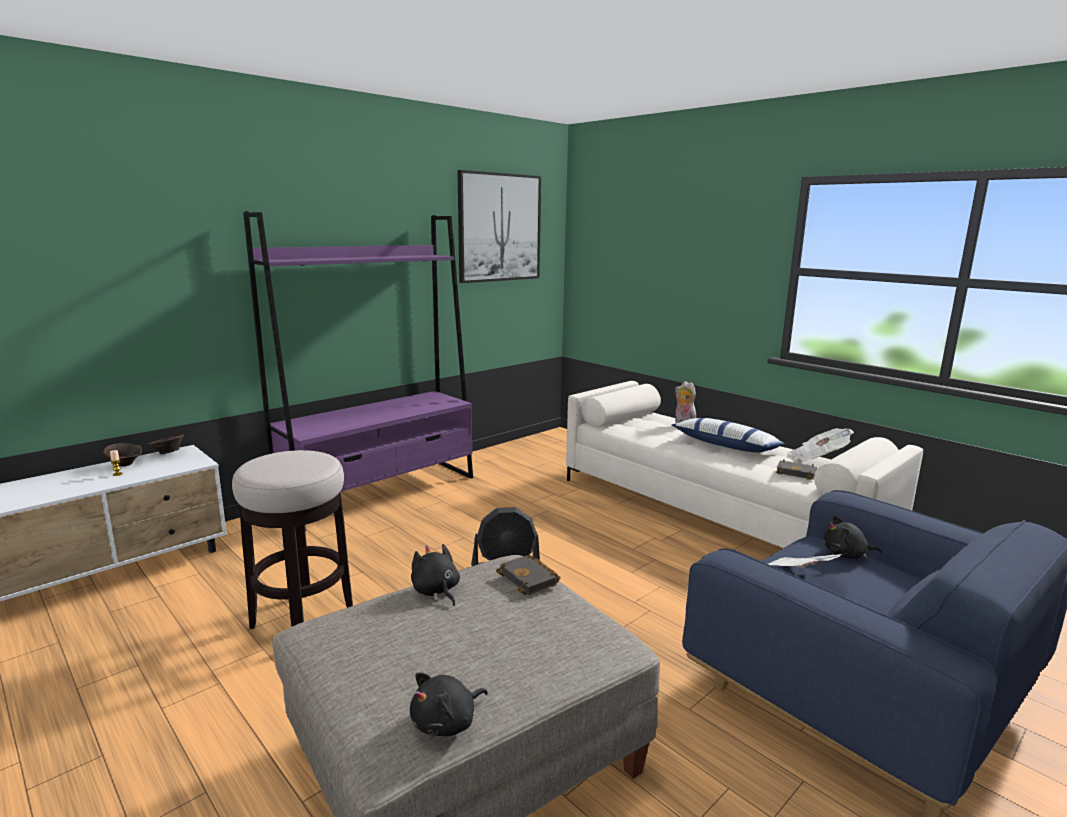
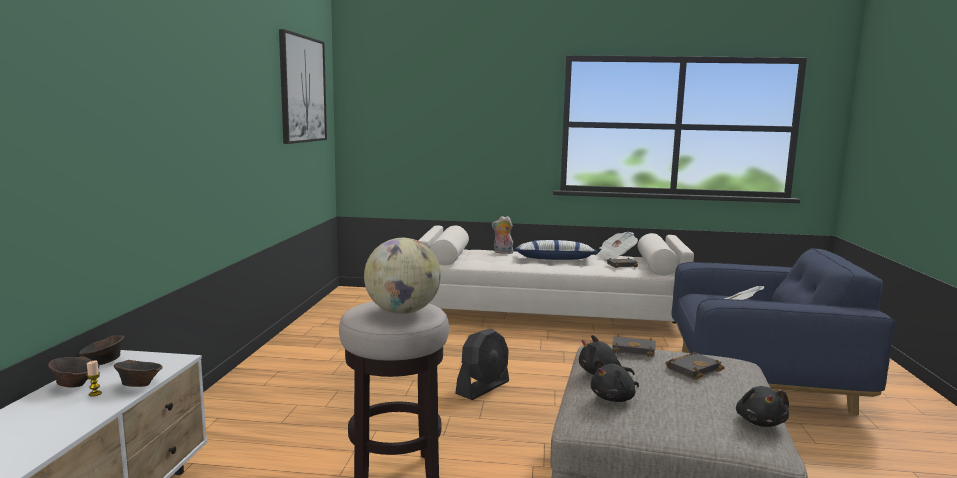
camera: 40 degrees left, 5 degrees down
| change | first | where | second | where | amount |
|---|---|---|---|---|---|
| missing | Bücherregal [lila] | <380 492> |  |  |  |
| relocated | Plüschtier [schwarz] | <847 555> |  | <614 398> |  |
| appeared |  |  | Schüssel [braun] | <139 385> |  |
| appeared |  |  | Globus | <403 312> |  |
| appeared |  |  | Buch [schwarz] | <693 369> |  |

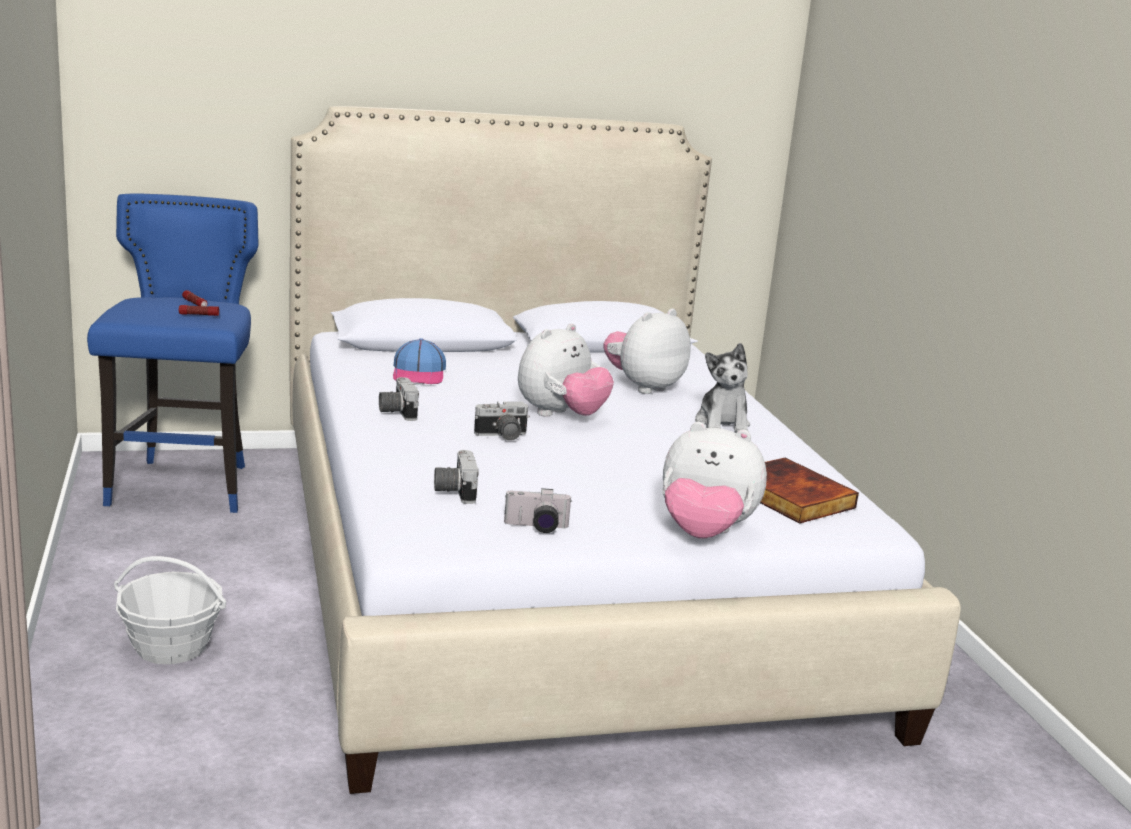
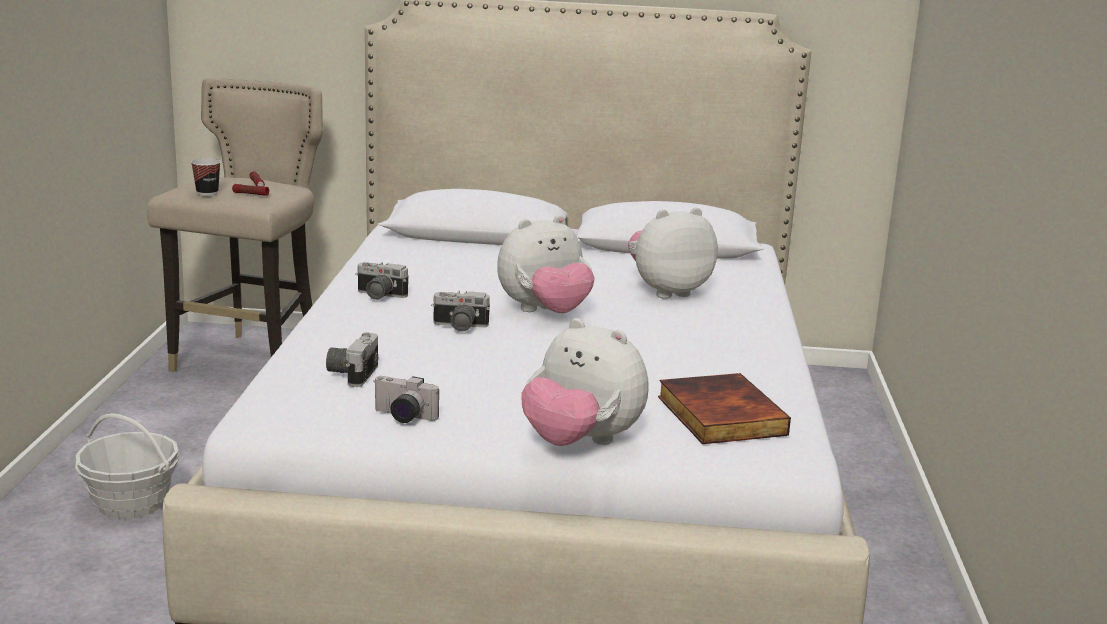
camera: 20 degrees right, 0 degrees up
| change | first | where | second | where | amount |
|---|---|---|---|---|---|
| colour | Hocker [blau] | <183 488> | Hocker [beige] | <251 362> |  |
| spun | Kamera | <396 412> |  | <378 296> | 75 degrees counterclockwise |
| missing | Kappe | <419 374> |  |  |  |
| missing | Plüschtier | <723 424> |  |  |  |
| appeared |  |  | Tasse | <207 193> |  |

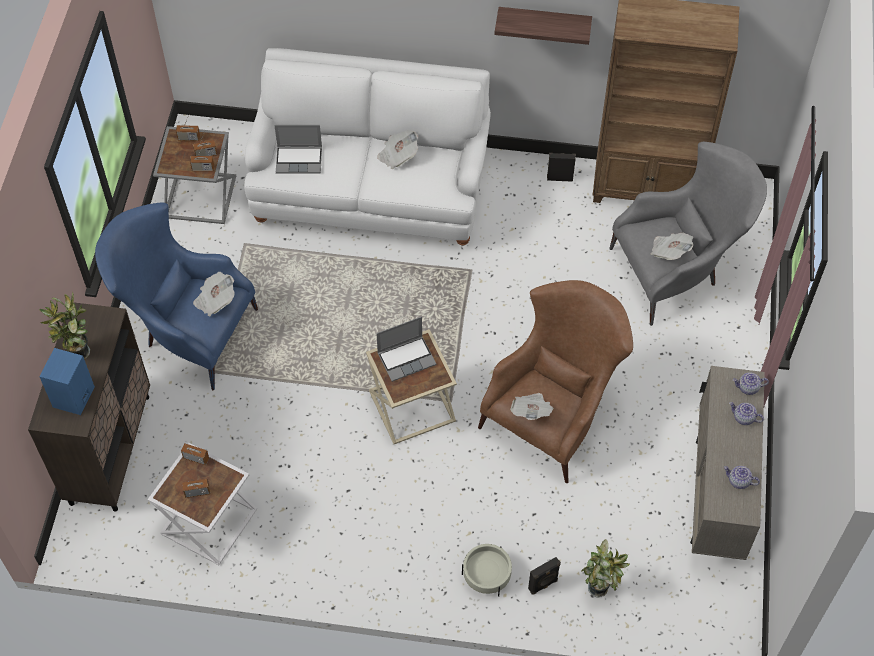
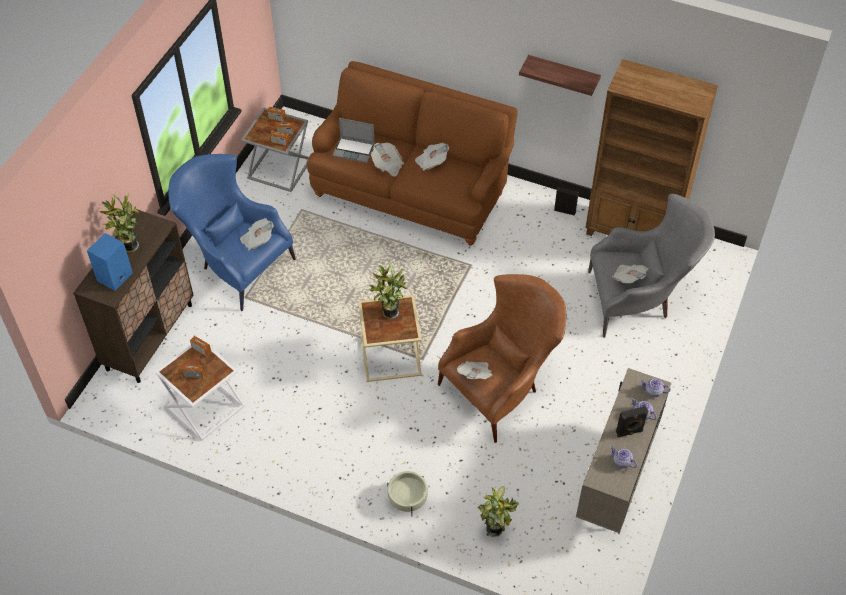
camera: 15 degrees right, 5 degrees down
| change | first | where | second | where | amount |
|---|---|---|---|---|---|
| colour | Sofa [weiß] | <371 190> | Sofa [braun] | <412 190> |  |
| exchanged | Laptop | <407 358> | Topfpflanze | <388 312> |  |
| relocated | Lautsprecher [schwarz] | <543 585> |  | <629 432> |  |
| appeared |  |  | Zeitung | <387 165> |  |

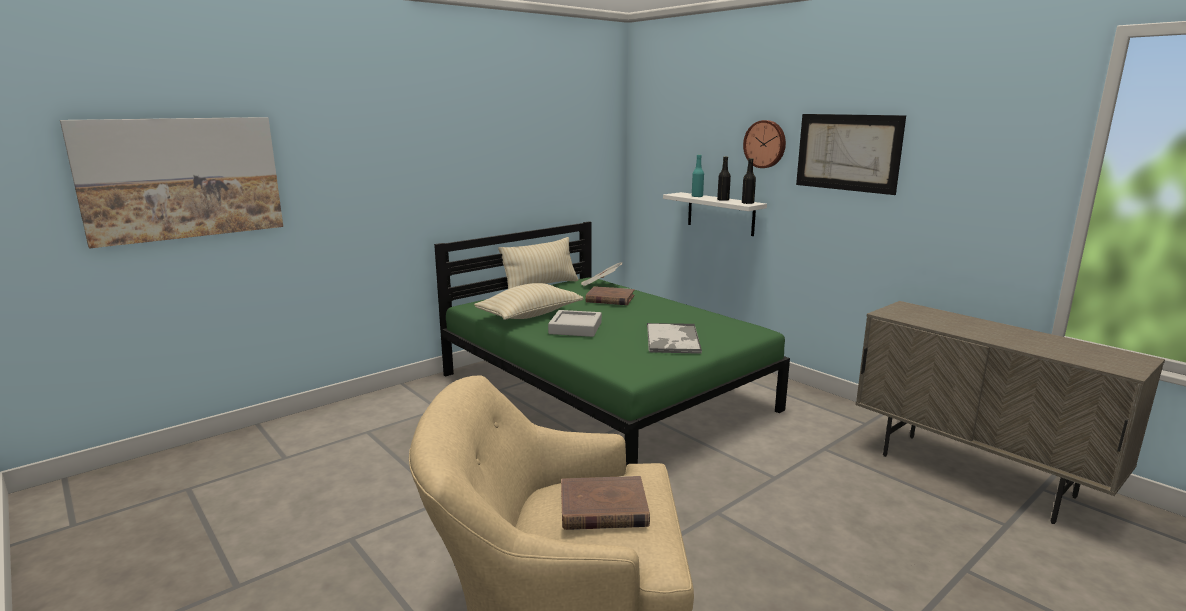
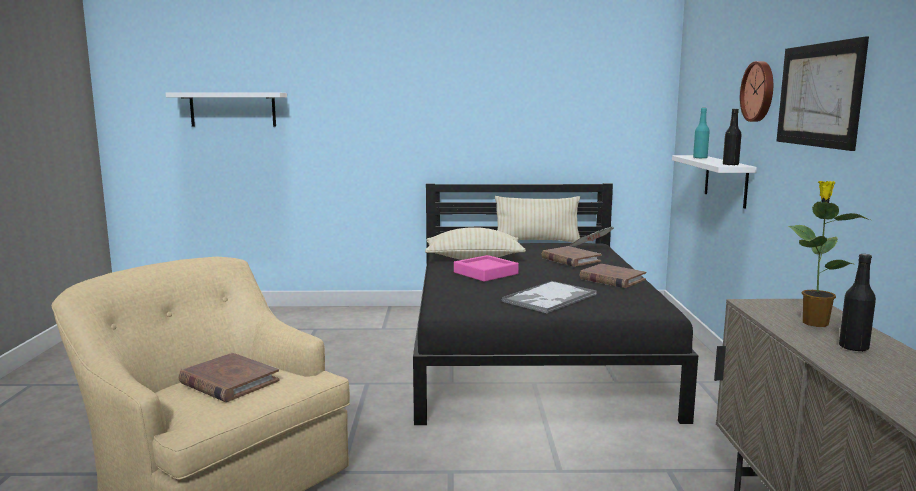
camera: 40 degrees right, 5 degrees down
| change | first | where | second | where | amount |
|---|---|---|---|---|---|
| exchanged | Bild | <182 178> | Wandregal [weiß] | <233 109> |  |
| colour | Bett [grün] | <604 391> | Bett [schwarz] | <531 353> |  |
| colour | Tablett [grau] | <575 328> | Tablett [rosa] | <485 273> |  |
| relocated | Flasche [schwarz] | <723 200> |  | <853 348> |  |
| appeared |  |  | Buch [braun] | <612 279> |  |
| appeared |  |  | Topfpflanze | <814 322> |  |

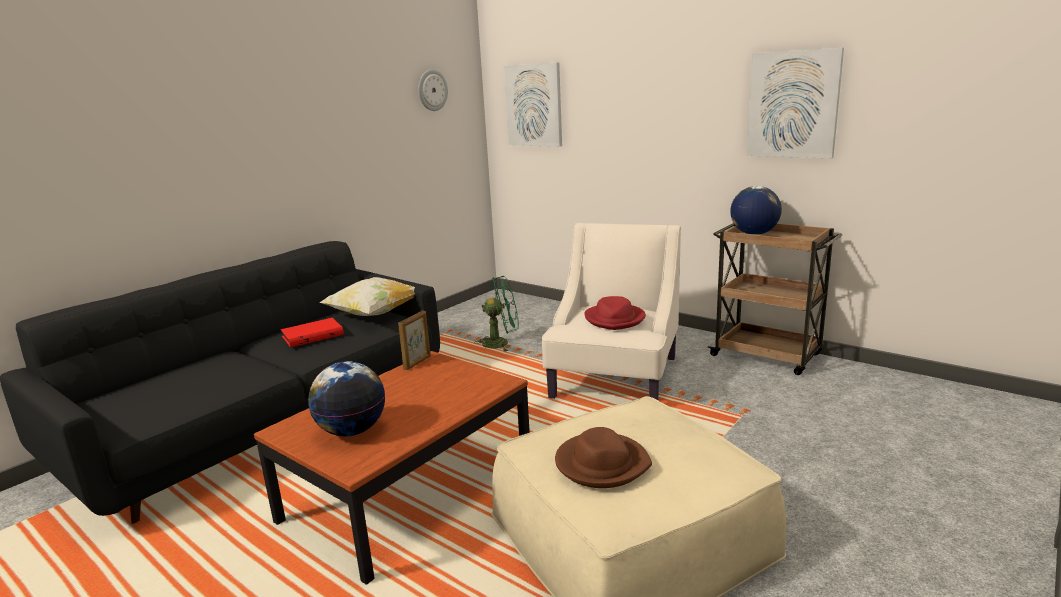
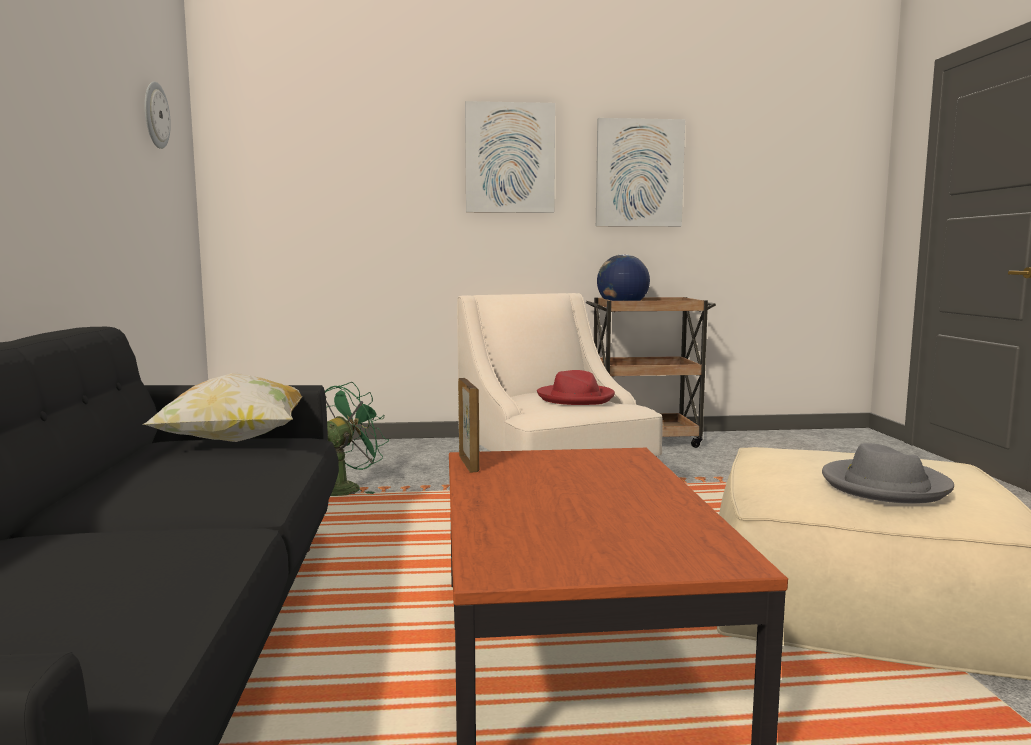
camera: 45 degrees left, 10 degrees down
| change | first | where | second | where | amount |
|---|---|---|---|---|---|
| missing | Buch [rot] | <312 335> |  |  |  |
| missing | Globus | <352 431> |  |  |  |
| relocated | Bild | <534 105> |  | <509 158> |  |
| colour | Hut [braun] | <601 463> | Hut [grau] | <884 486> |  |

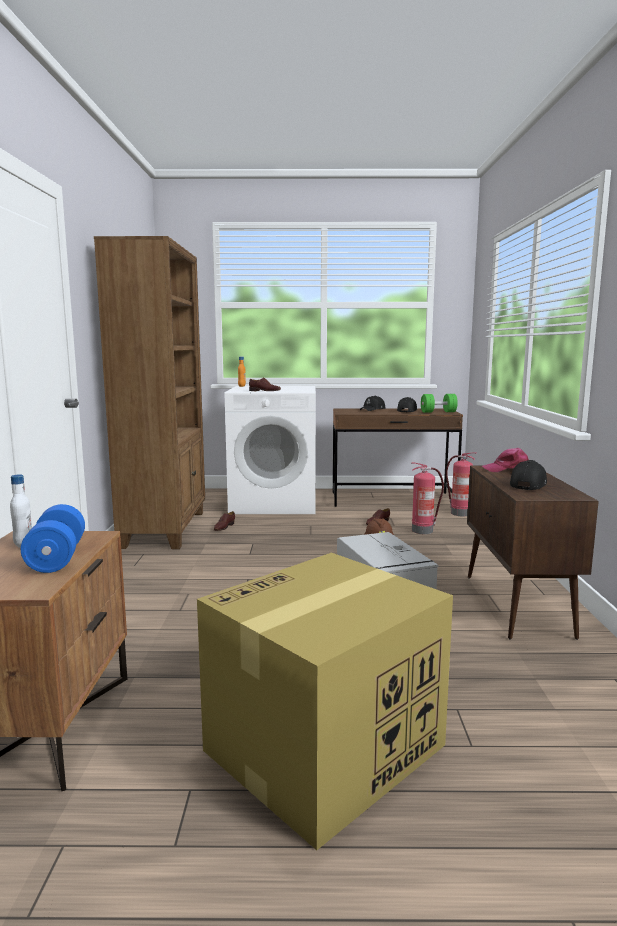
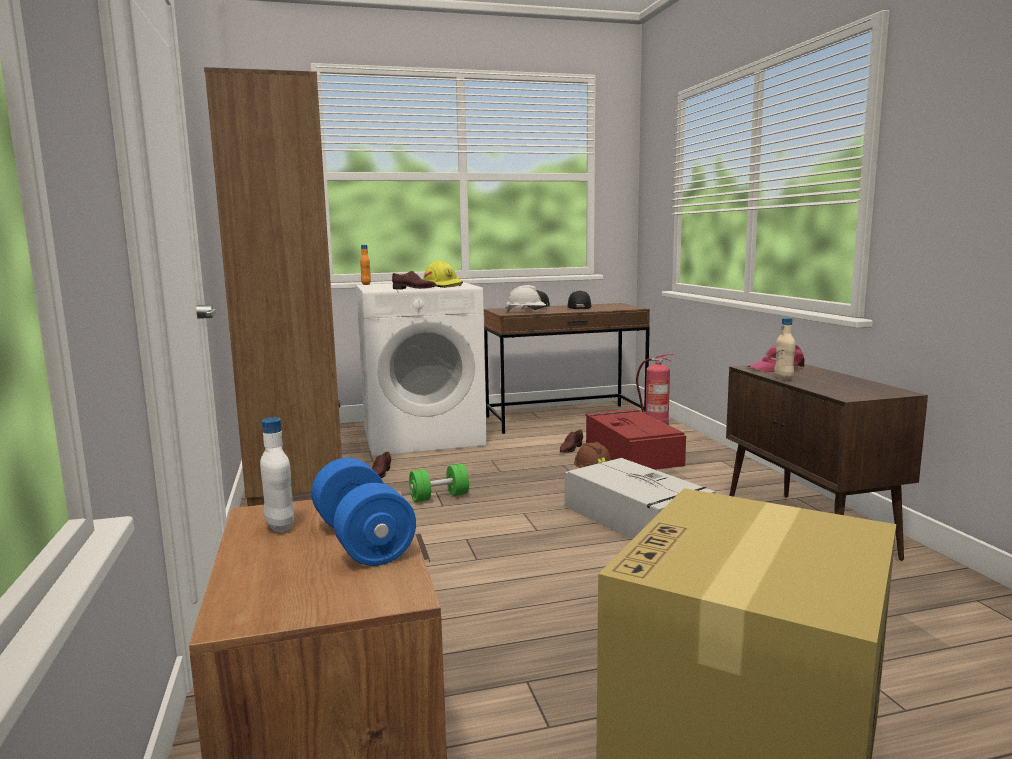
camera: 15 degrees left, 0 degrees up
| change | first | where | second | where | amount |
|---|---|---|---|---|---|
| exchanged | Feuerlöscher | <423 530> | Aufbewahrungsbox [rot] | <631 453> |  |
| relocated | Hantel [grün] | <438 412> |  | <439 497> |  |
| missing | Kappe [schwarz] | <527 484> |  |  |  |
| appeared |  |  | Schutzhelm [gelb] | <443 286> |  |
| appeared |  |  | Schutzhelm [weiß] | <526 312> |  |
| appeared |  |  | Flasche [beige] | <783 378> |  |

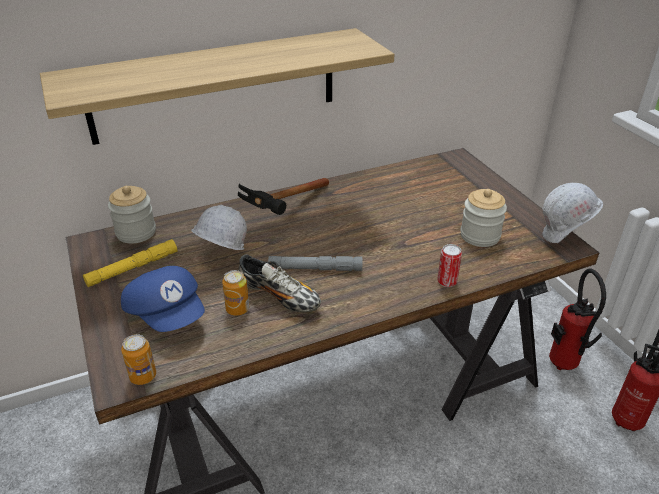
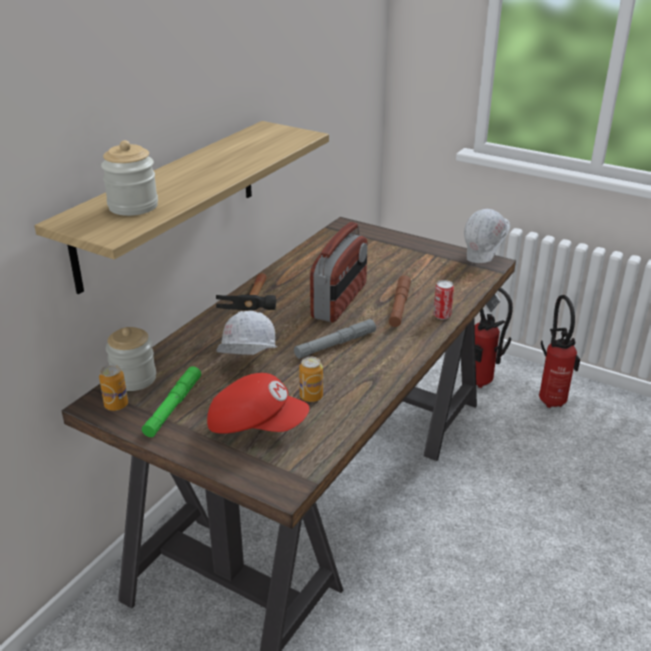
camera: 35 degrees left, 5 degrees down
| change | first | where | second | where | amount |
|---|---|---|---|---|---|
| colour | Taschenlampe [gelb] | <132 268> | Taschenlampe [grün] | <173 406> |  |
| colour | Kappe [blau] | <168 314> | Kappe [rot] | <257 425> |  |
| relocated | Dose | <143 376> |  | <116 405> |  |
| missing | Schuh | <279 297> |  |  |  |
| relocated | Vorratsglas | <480 236> |  | <133 206> |  |
| appeared |  |  | Radio | <340 301> |  |
| appeared |  |  | Taschenlampe [braun] | <399 306> |  |

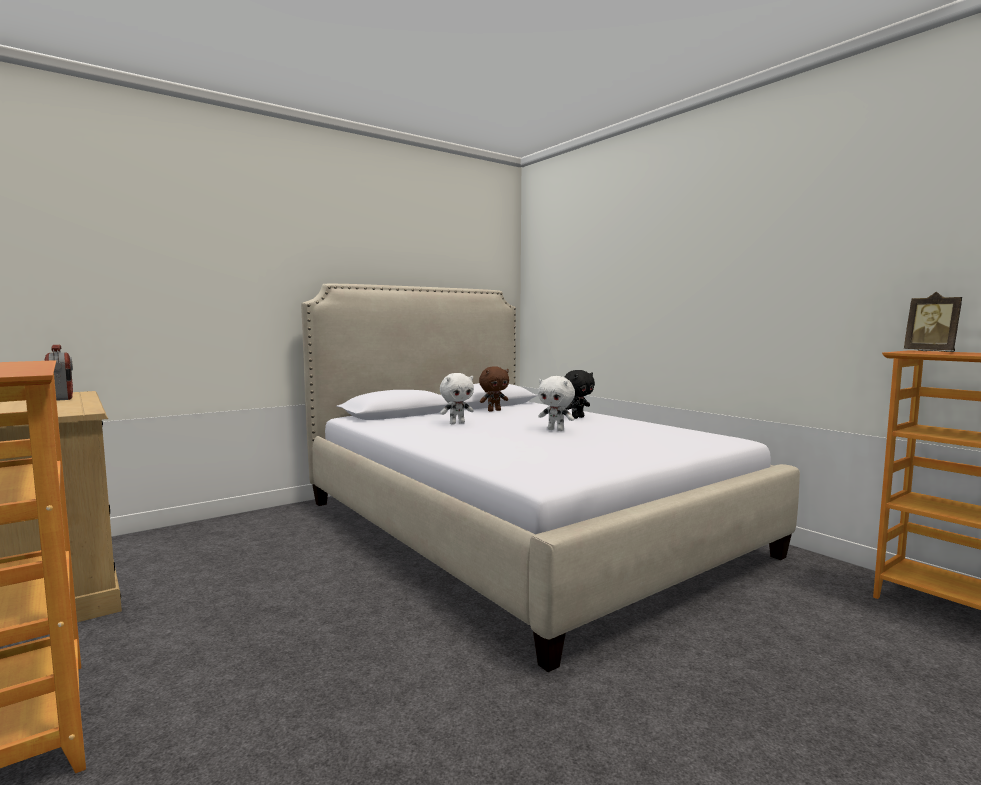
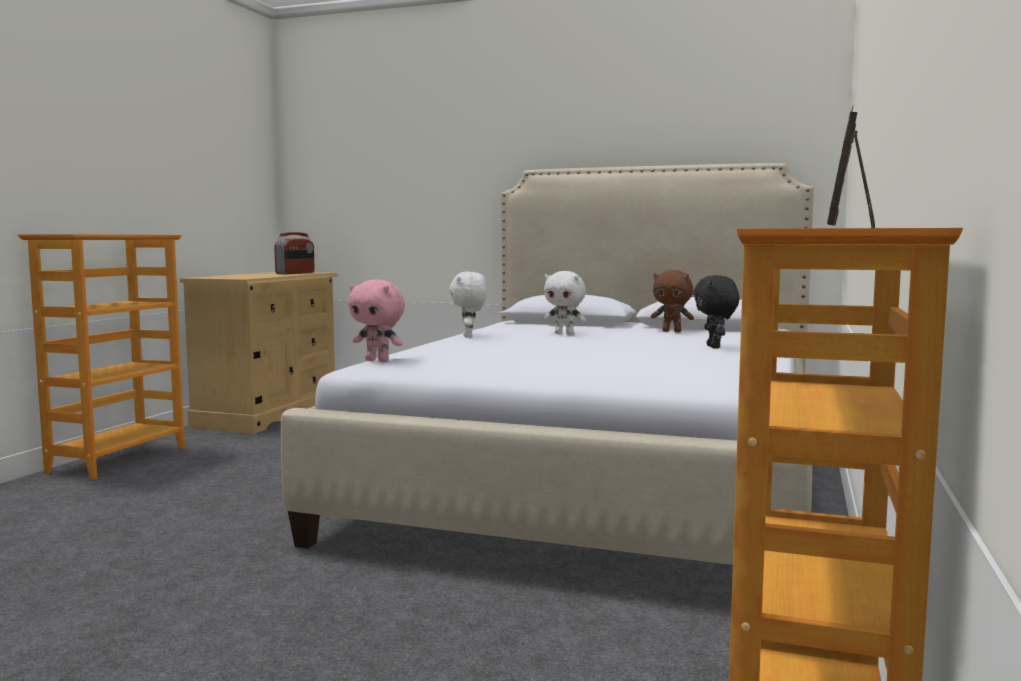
camera: 55 degrees right, 0 degrees up
| change | first | where | second | where | amount |
|---|---|---|---|---|---|
| relocated | Plüschtier [weiß] | <556 430> |  | <469 336> |  |
| spun | Plüschtier [schwarz] | <577 417> |  | <715 347> | 75 degrees clockwise |
| appeared |  |  | Plüschtier [rosa] | <378 360> |  |

